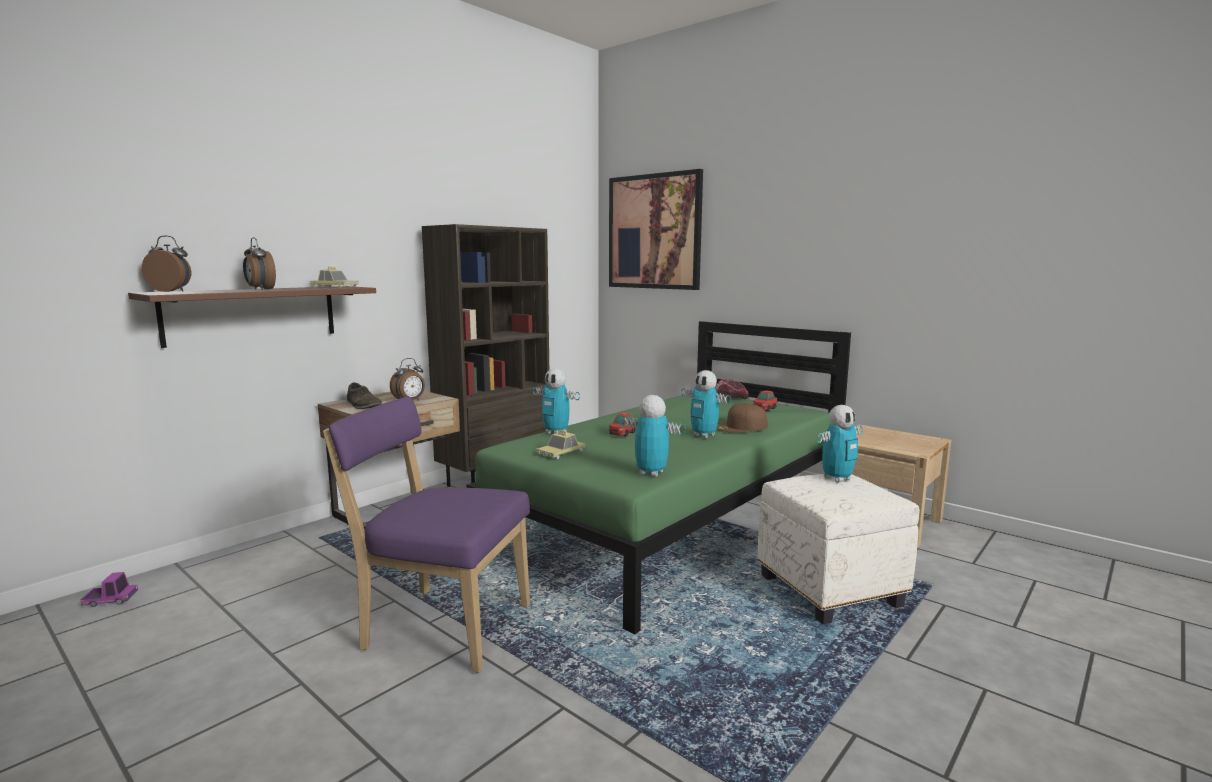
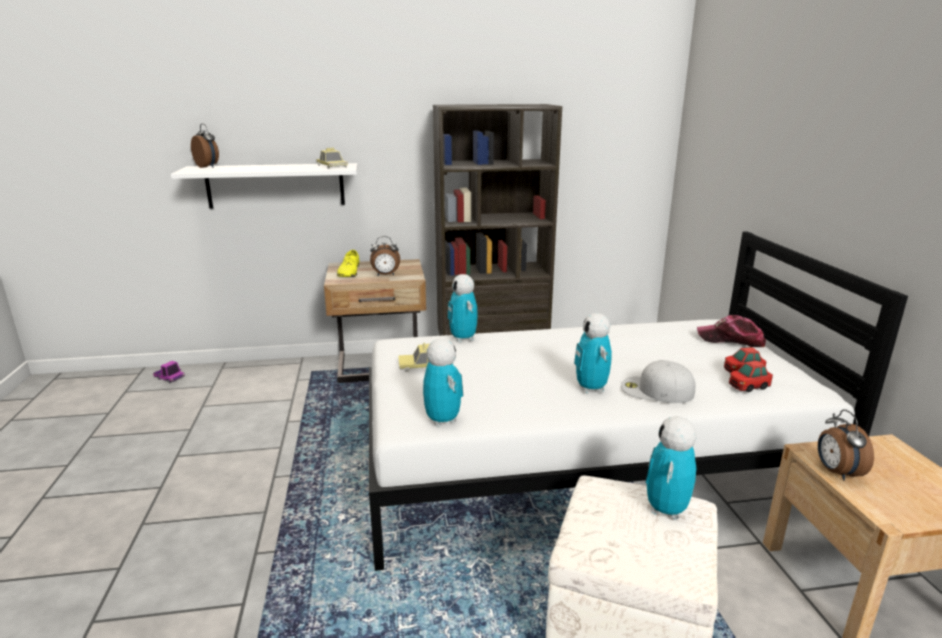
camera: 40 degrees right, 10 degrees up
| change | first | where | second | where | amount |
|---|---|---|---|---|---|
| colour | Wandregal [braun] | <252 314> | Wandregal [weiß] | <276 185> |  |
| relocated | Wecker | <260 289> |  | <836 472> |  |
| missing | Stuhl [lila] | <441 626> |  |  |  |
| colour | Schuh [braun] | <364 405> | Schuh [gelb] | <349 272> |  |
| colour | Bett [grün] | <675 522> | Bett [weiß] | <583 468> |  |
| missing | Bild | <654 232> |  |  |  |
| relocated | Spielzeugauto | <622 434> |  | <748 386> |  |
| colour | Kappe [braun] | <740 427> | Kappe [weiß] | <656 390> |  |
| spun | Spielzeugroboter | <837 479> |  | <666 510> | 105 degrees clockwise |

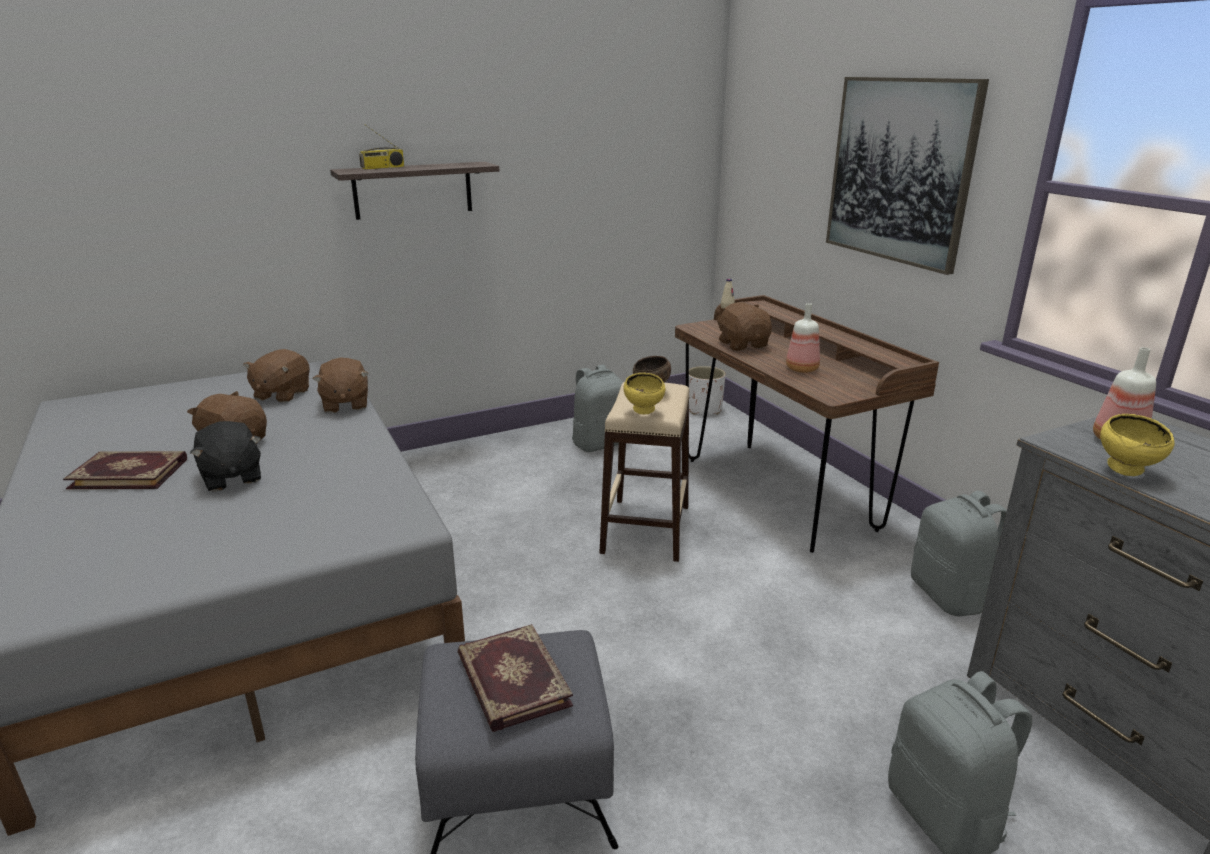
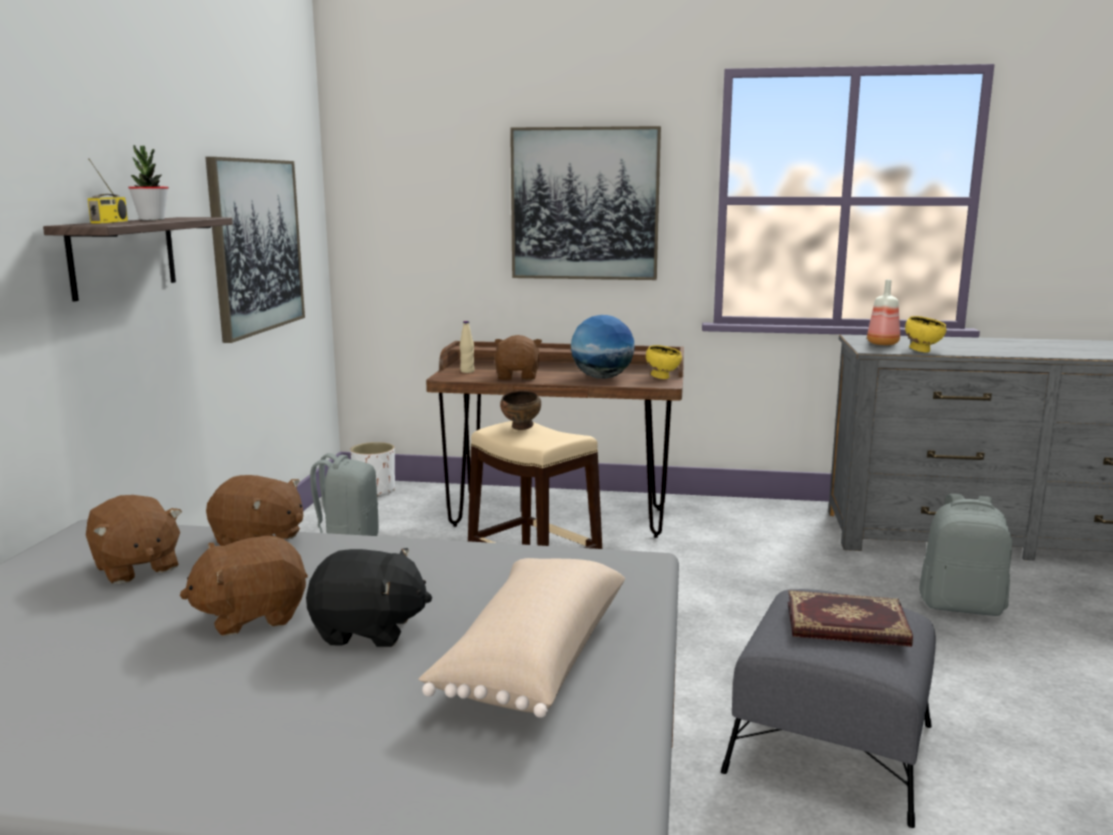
camera: 55 degrees left, 10 degrees down
| change | first | where | second | where | amount |
|---|---|---|---|---|---|
| missing | Buch | <130 473> |  |  |  |
| relocated | Schüssel [gelb] | <644 411> |  | <662 378> |  |
| spun | Plüschtier [braun] | <743 344> |  | <518 377> | 75 degrees clockwise |
| exchanged | Flasche | <803 369> | Globus | <602 378> |  |
| missing | Rucksack [grau] | <951 596> |  |  |  |
| appeared |  |  | Topfpflanze | <152 219> |  |
| appeared |  |  | Bild | <256 246> |  |
| appeared |  |  | Kissen [beige] | <531 658> |  |

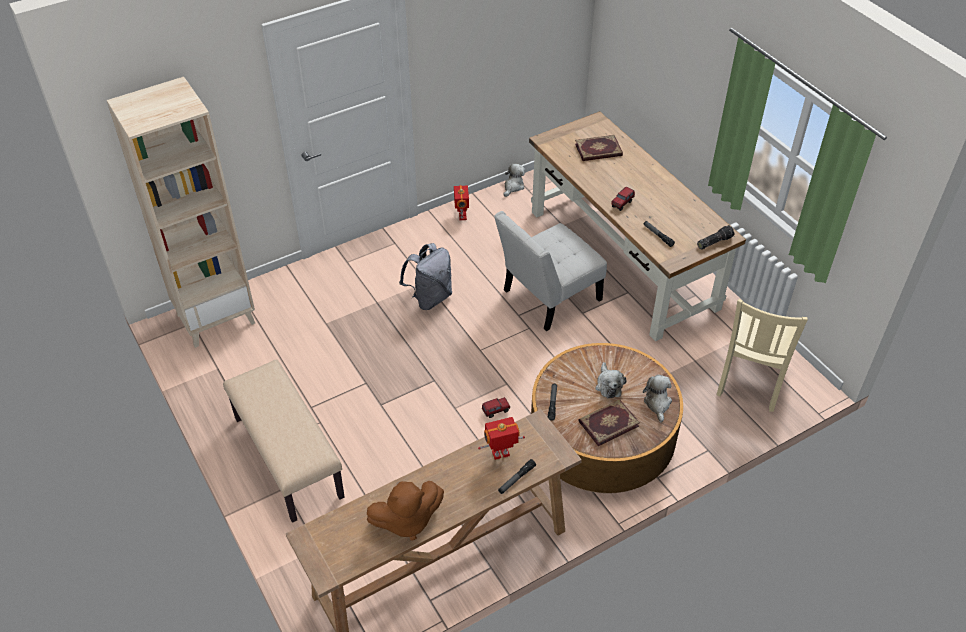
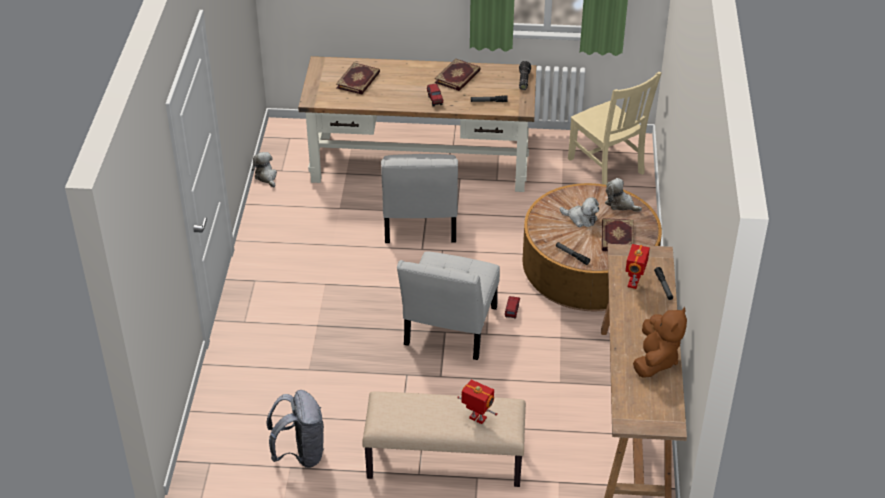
camera: 55 degrees left, 5 degrees down
| change | first | where | second | where | amount |
|---|---|---|---|---|---|
| missing | Bücherregal [beige] | <216 318> |  |  |  |
| relocated | Rucksack [grau] | <430 298> |  | <300 454> |  |
| relocated | Spielzeugroboter | <462 216> |  | <477 419> |  |
| appeared |  |  | Stuhl [weiß] | <448 330> |  |
| appeared |  |  | Buch | <458 77> |  |

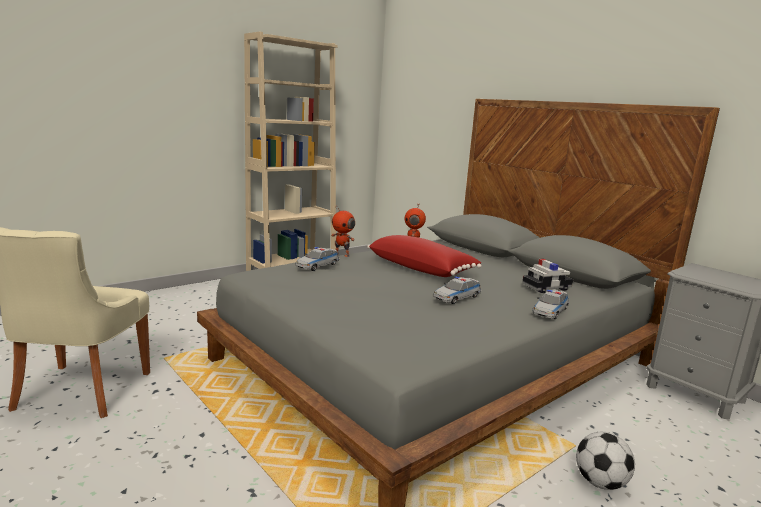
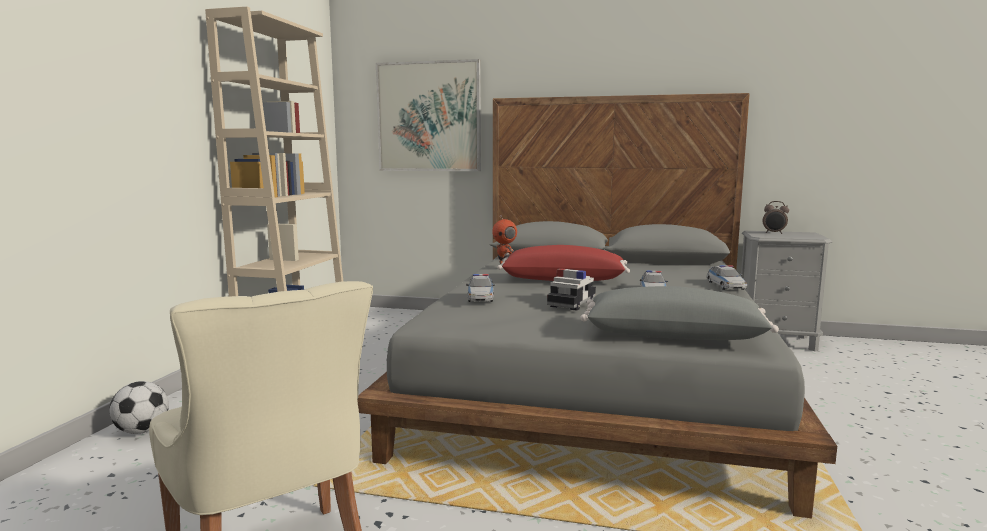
camera: 35 degrees left, 5 degrees down
| change | first | where | second | where | amount |
|---|---|---|---|---|---|
| missing | Spielzeugroboter | <342 254> |  |  |  |
| relocated | Spielzeugauto | <546 287> |  | <572 304> |  |
| relocated | Fußball | <600 483> |  | <142 431> |  |
| appeared |  |  | Bild | <429 117> |  |
| appeared |  |  | Kissen [grau] | <673 335> |  |
| appeared |  |  | Wecker | <774 233> |  |

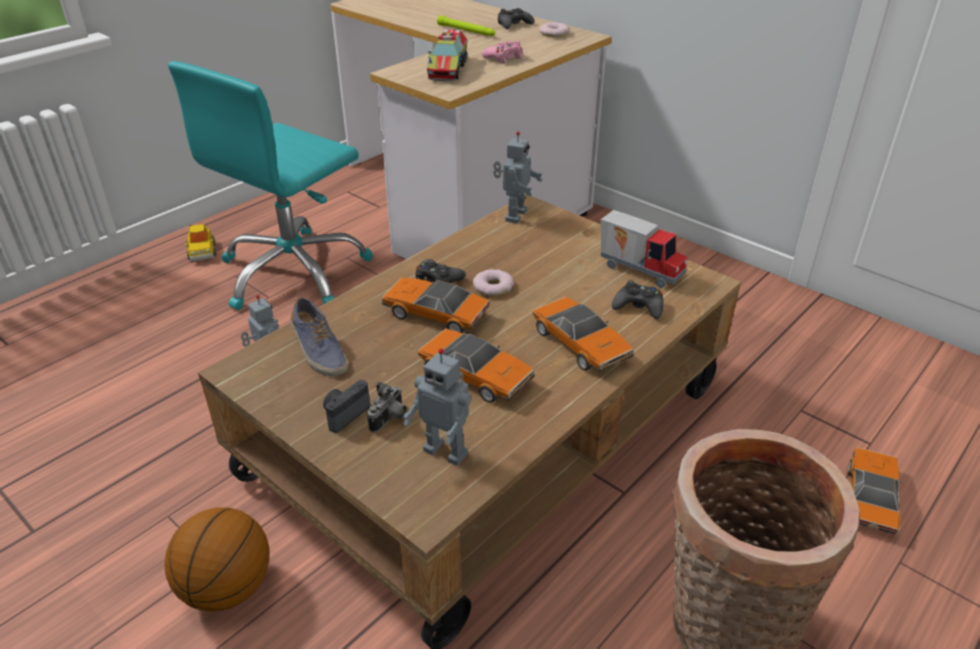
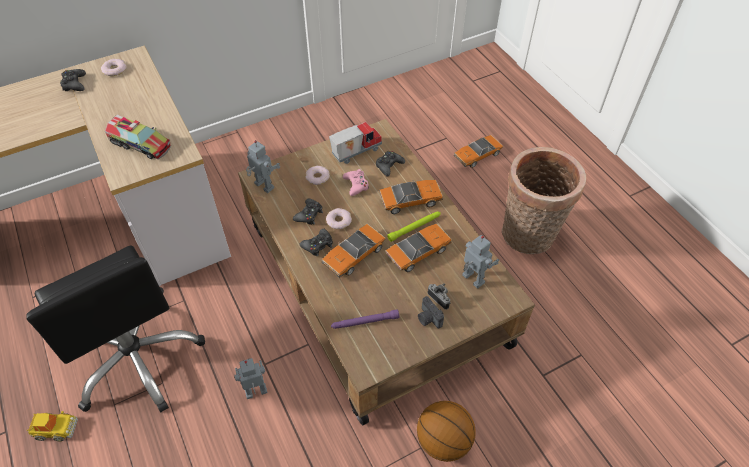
camera: 70 degrees left, 15 degrees up
| change | first | where | second | where | amount |
|---|---|---|---|---|---|
| colour | Bürostuhl [türkis] | <294 272> | Bürostuhl [schwarz] | <138 359> |  |
| exchanged | Schuh | <318 351> | Taschenlampe [lila] | <365 322> |  |
| spun | Spielzeugroboter | <447 451> |  | <472 279> | 90 degrees counterclockwise |
| relocated | Taschenlampe [grün] | <466 31> |  | <415 227> |  |
| relocated | Gamepad [rosa] | <504 58> |  | <356 185> |  |
| spun | Spielzeugauto | <870 498> |  | <477 155> | 75 degrees counterclockwise |
| appeared |  |  | Gamepad [schwarz] | <309 215> |  |
| appeared |  |  | Donut | <317 177> |  |

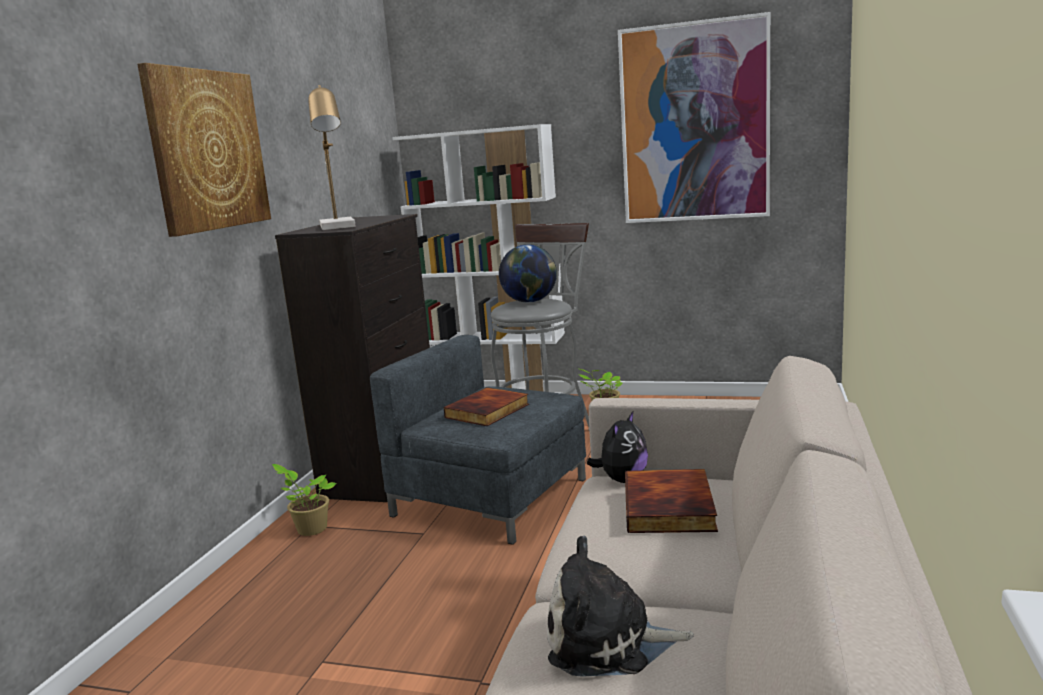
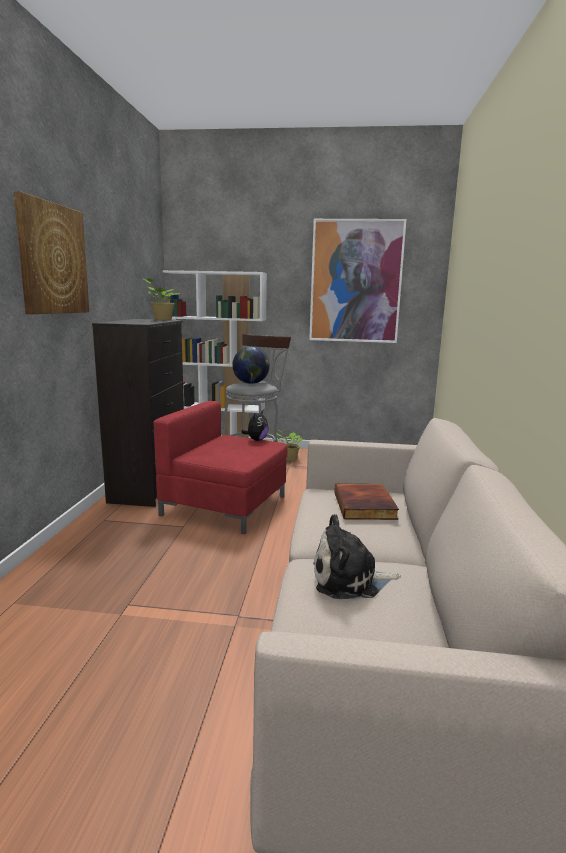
camera: 10 degrees left, 0 degrees up
| change | first | where | second | where | amount |
|---|---|---|---|---|---|
| relocated | Topfpflanze | <310 529> |  | <161 319> |  |
| missing | Tischlampe | <339 227> |  |  |  |
| colour | Sessel [grau] | <491 498> | Sessel [rot] | <225 506> |  |
| missing | Buch | <488 411> |  |  |  |
| relocated | Plüschtier | <622 479> |  | <256 440> |  |

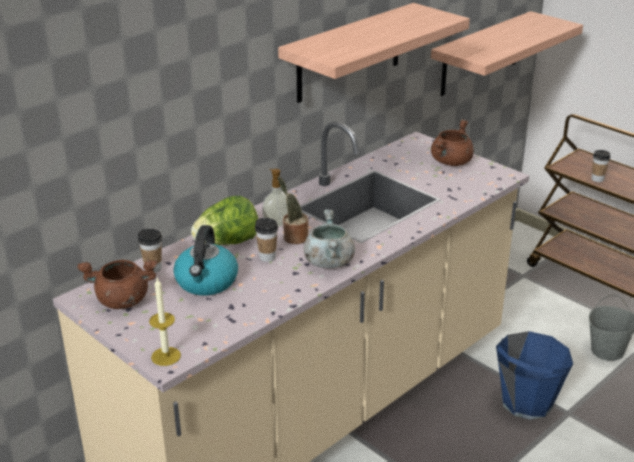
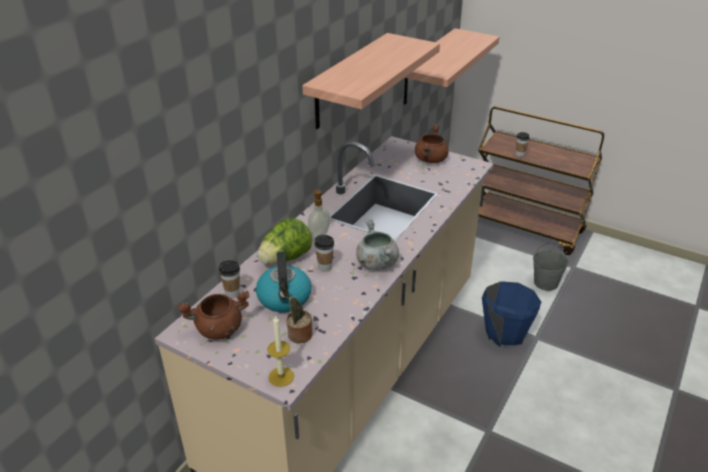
camera: 15 degrees left, 5 degrees up
| change | first | where | second | where | amount |
|---|---|---|---|---|---|
| relocated | Topfpflanze | <293 237> |  | <298 335> |  |

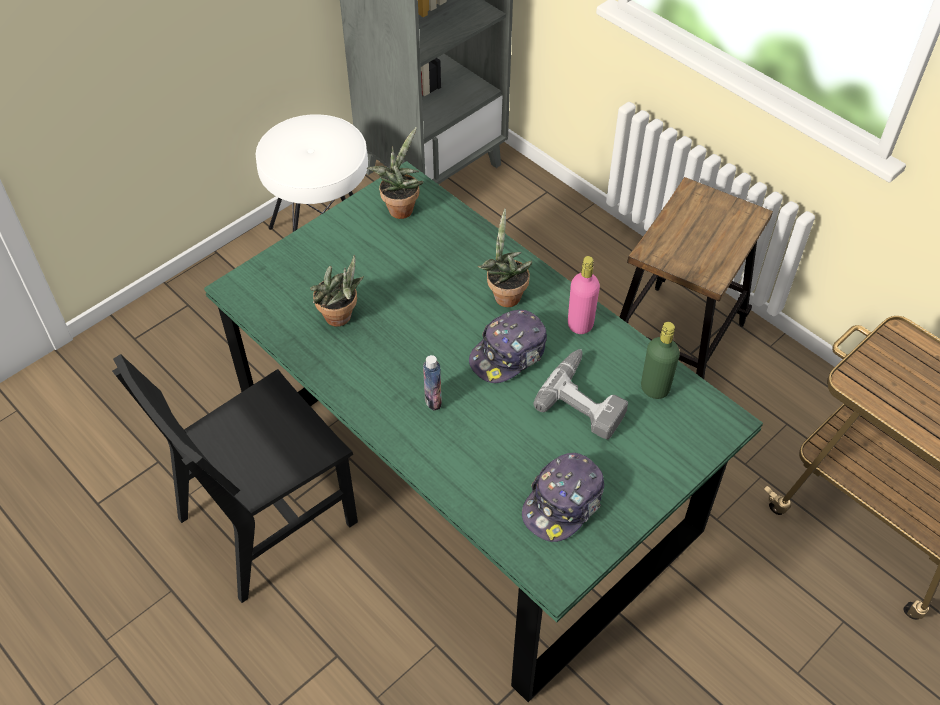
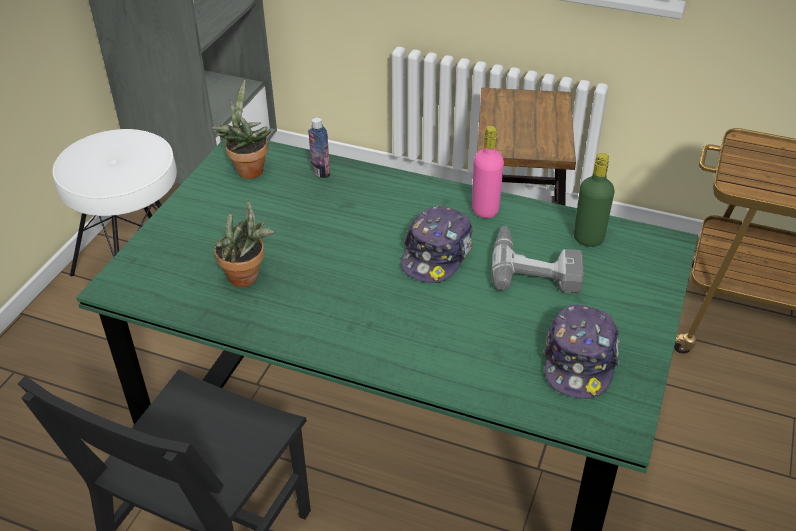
camera: 25 degrees left, 10 degrees down
| change | first | where | second | where | amount |
|---|---|---|---|---|---|
| relocated | Flasche | <433 400> |  | <320 172> |  |
| missing | Topfpflanze | <505 295> |  |  |  |

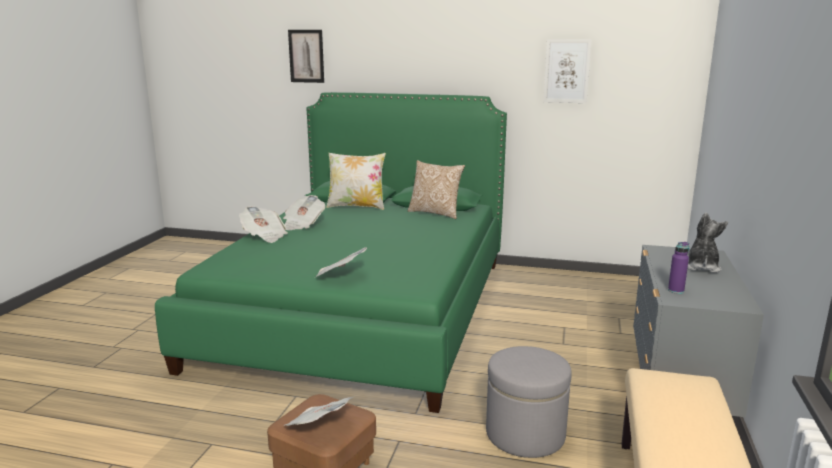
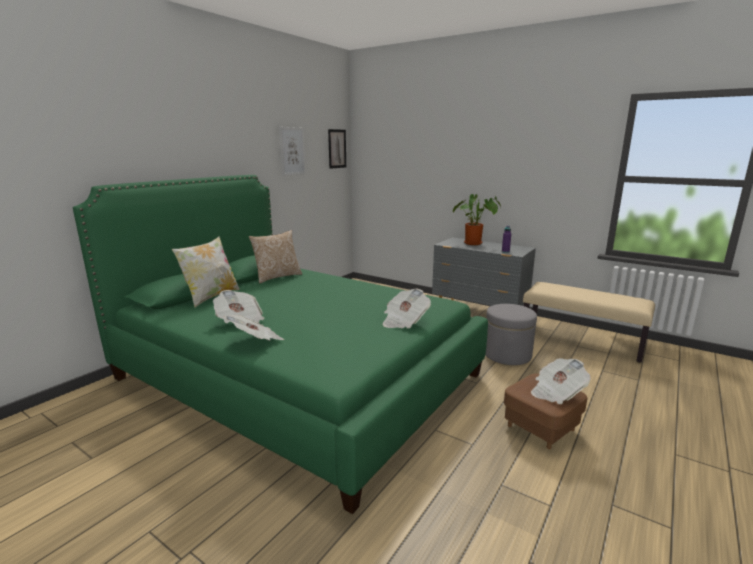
camera: 70 degrees left, 0 degrees up
| change | first | where | second | where | amount |
|---|---|---|---|---|---|
| relocated | Bild | <306 56> |  | <337 148> |  |
| exchanged | Plüschtier | <701 267> | Topfpflanze | <475 243> |  |

